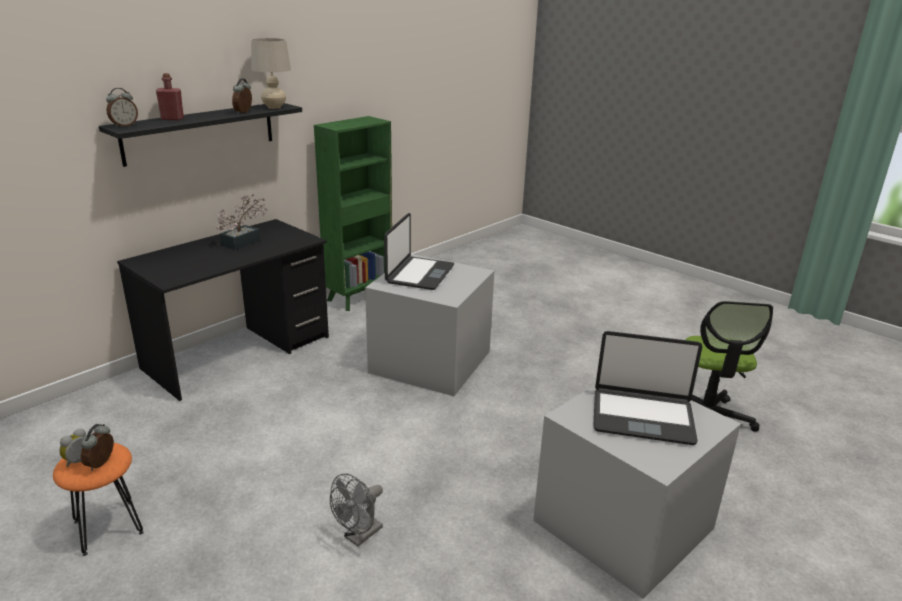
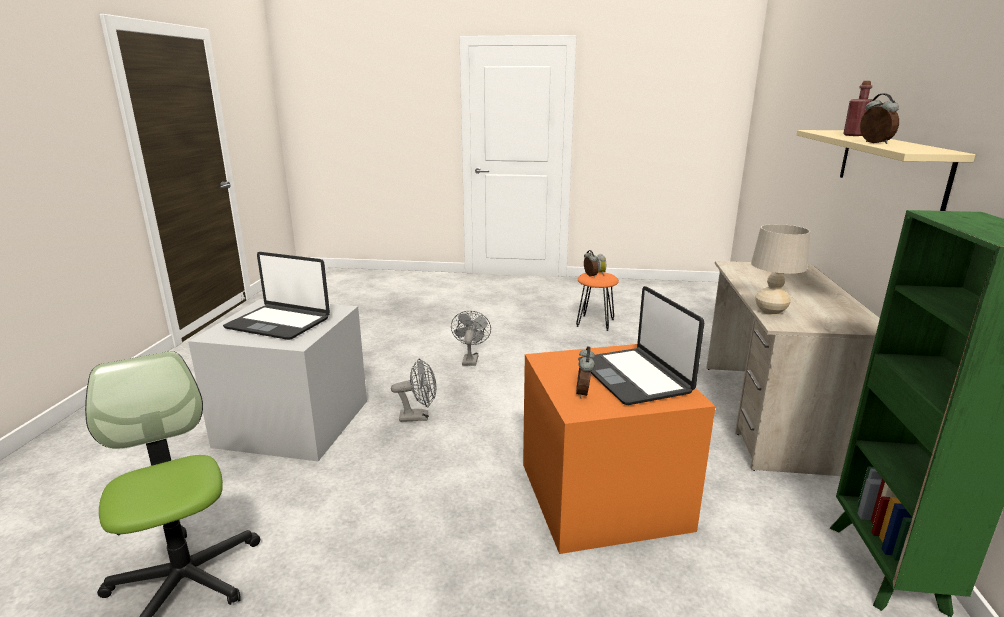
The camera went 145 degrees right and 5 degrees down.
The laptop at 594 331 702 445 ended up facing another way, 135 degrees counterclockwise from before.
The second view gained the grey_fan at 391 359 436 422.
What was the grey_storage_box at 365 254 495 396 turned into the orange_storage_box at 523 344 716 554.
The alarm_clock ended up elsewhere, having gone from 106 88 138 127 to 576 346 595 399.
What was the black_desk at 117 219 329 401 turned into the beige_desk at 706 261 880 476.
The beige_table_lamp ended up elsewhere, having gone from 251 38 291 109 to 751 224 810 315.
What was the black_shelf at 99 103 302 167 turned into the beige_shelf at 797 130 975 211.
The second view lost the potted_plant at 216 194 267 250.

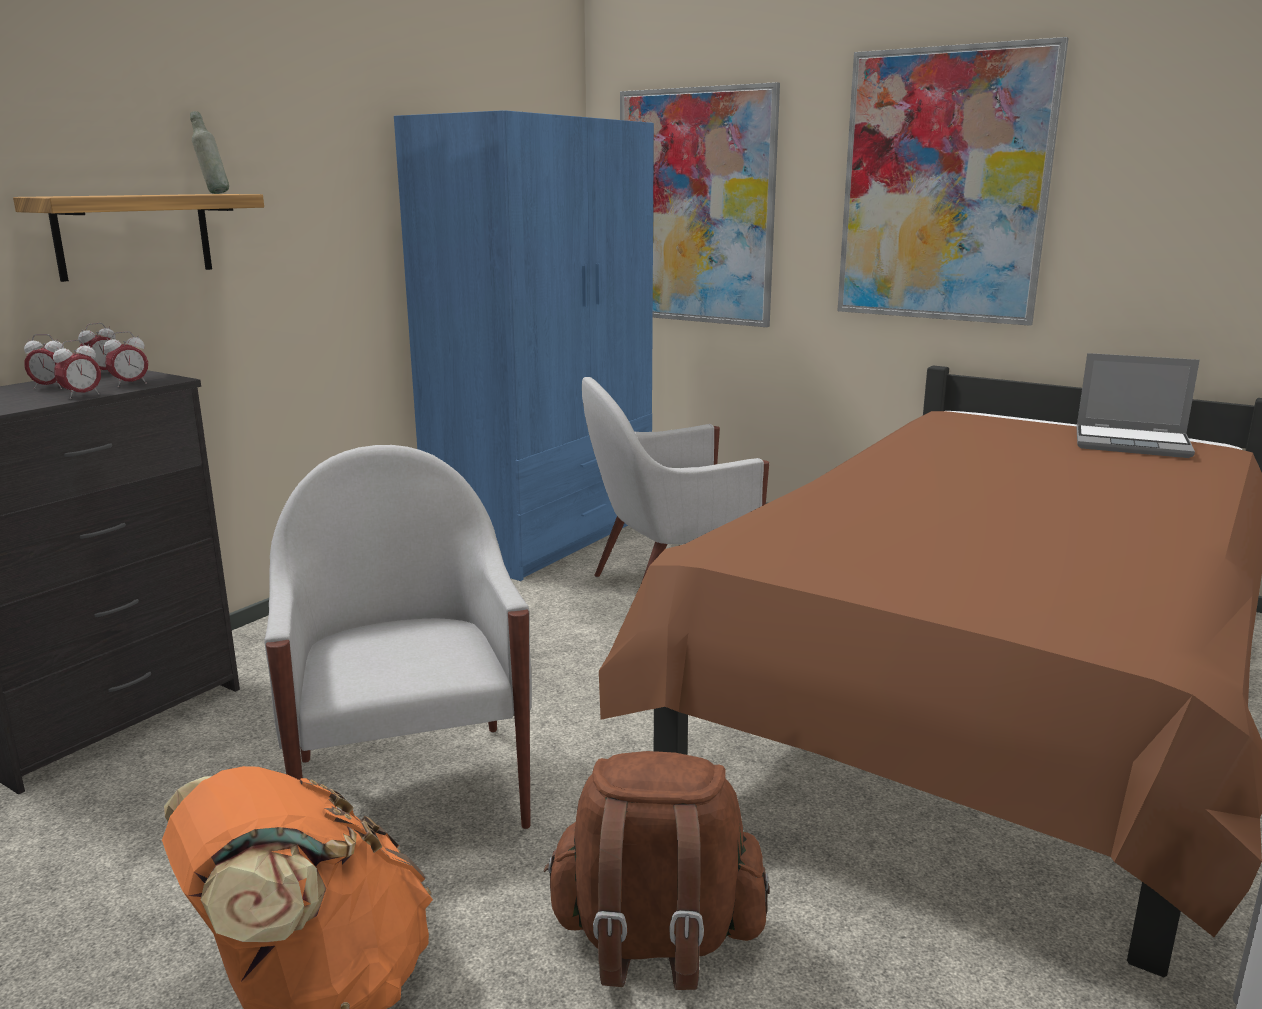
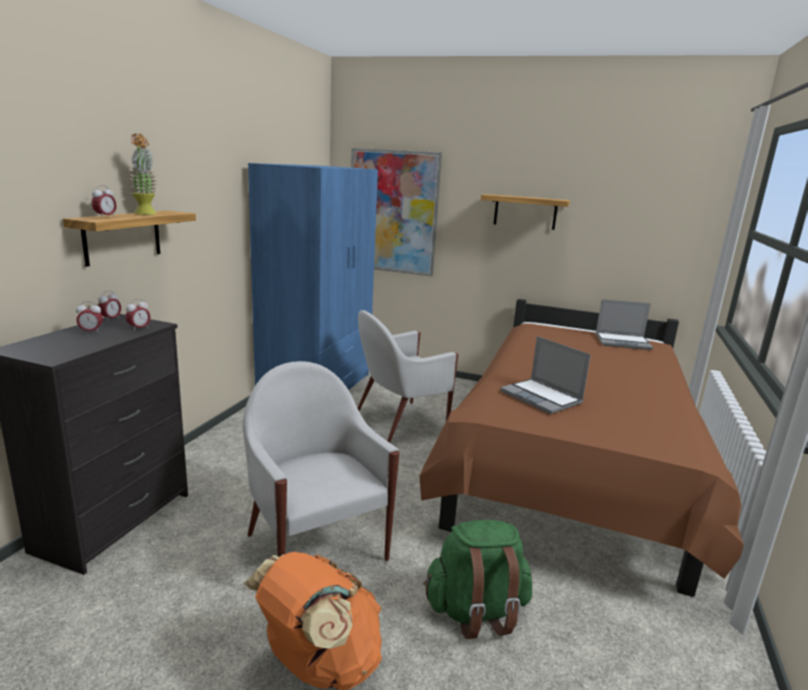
The camera went 15 degrees left and 0 degrees up.
The alarm_clock ended up elsewhere, having gone from 53 340 101 399 to 92 186 117 218.
The second view gained the potted_plant at 128 134 157 215.
What was the brown_backpack at 544 751 769 990 turned into the green_backpack at 423 520 532 639.
Where the picture hung at 838 37 1068 326, the shelf came to hang at 481 194 570 230.
The second view gained the laptop at 500 336 591 414.
The second view lost the grey_bottle at 190 111 229 194.

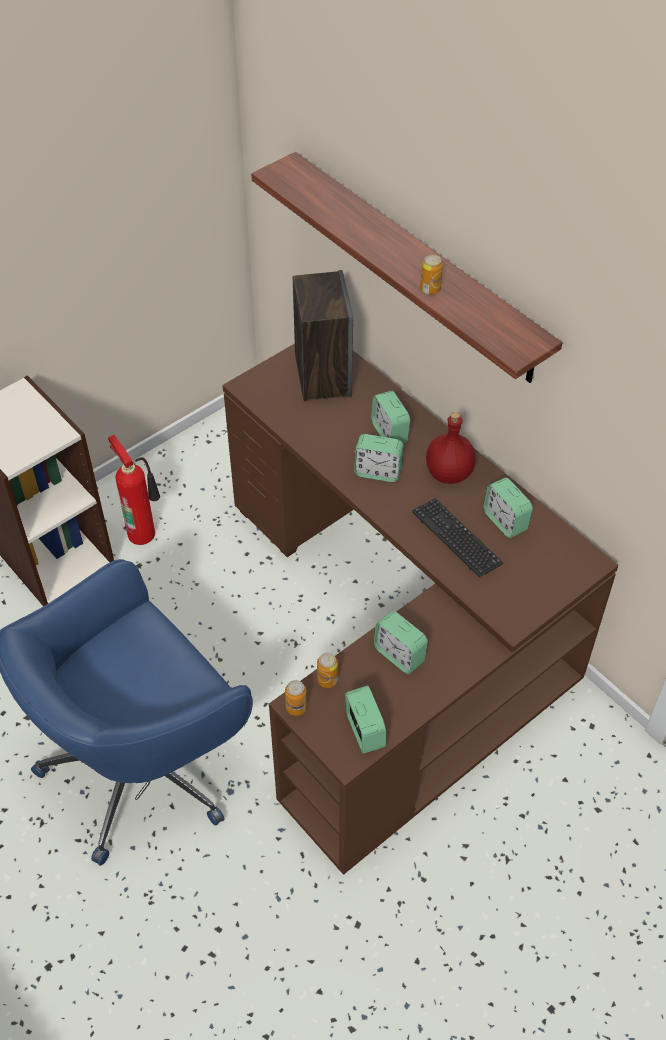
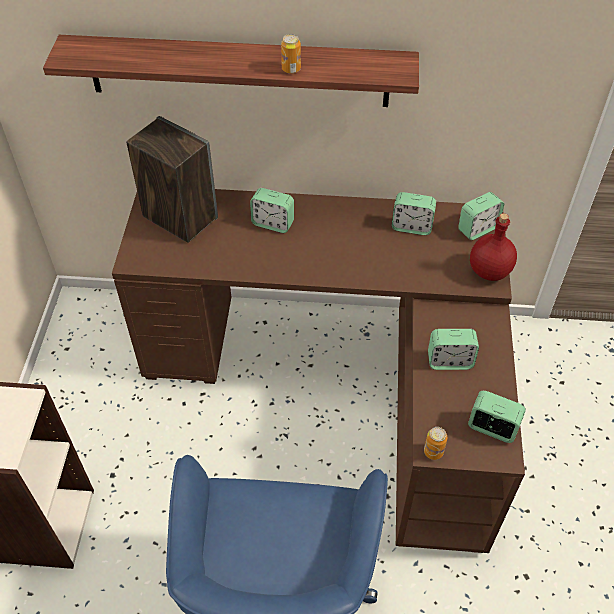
The camera went 45 degrees left and 0 degrees up.
The alarm_clock ended up elsewhere, having gone from 354 434 404 482 to 458 192 504 240.
The red_bottle ended up elsewhere, having gone from 426 412 475 484 to 470 213 517 281.
The second view lost the fire_extinguisher at 108 435 160 545.
The second view lost the can at 317 653 338 688.
The second view lost the keyboard at 412 498 504 577.

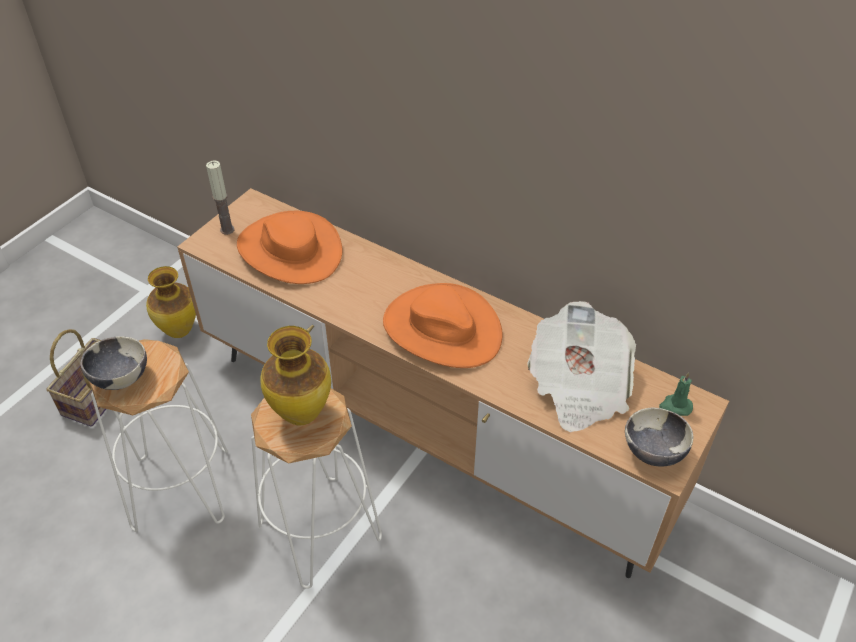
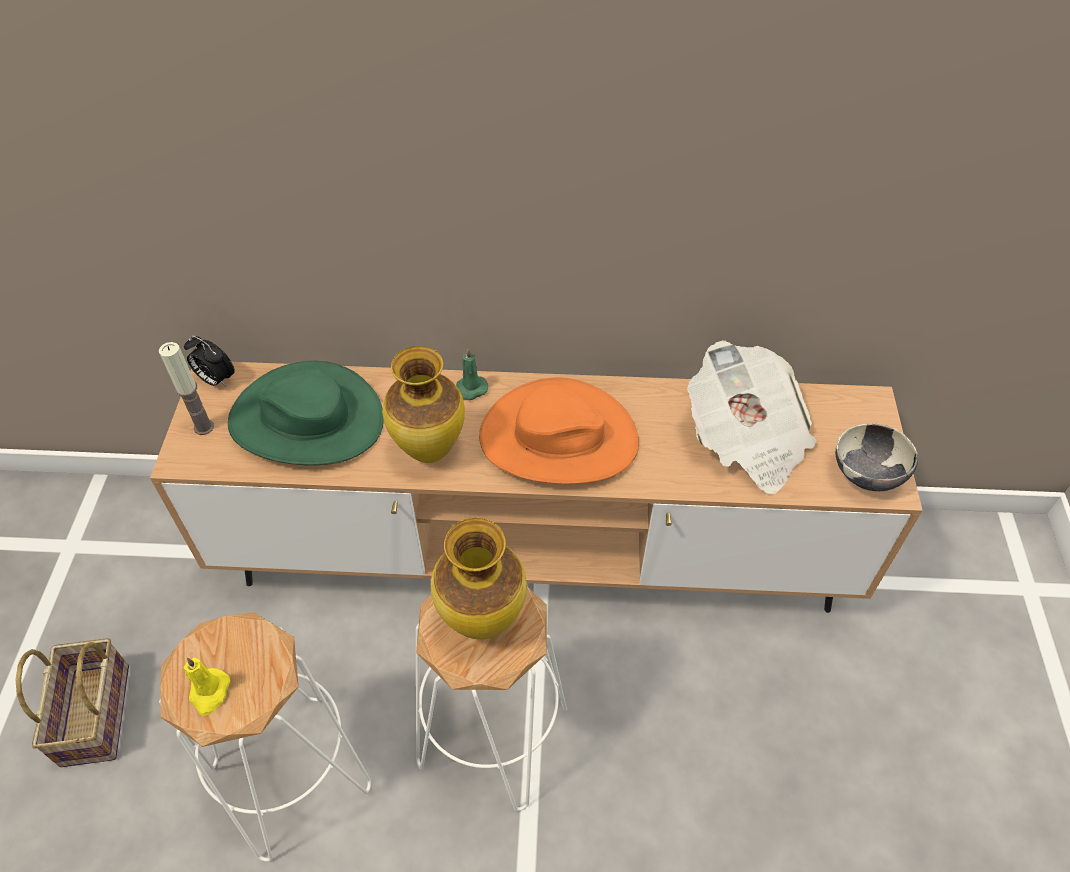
The camera went 30 degrees left and 5 degrees up.
The second view gained the alarm_clock at 184 335 235 388.
Where the bowl stood at 80 336 147 390, the yellow_candle came to stand at 184 657 230 716.
What was the orange_hat at 237 211 343 284 turned into the green_hat at 228 361 384 466.
The vase ended up elsewhere, having gone from 146 266 196 338 to 382 346 465 463.
The green_candle ended up elsewhere, having gone from 659 373 693 416 to 456 348 488 400.

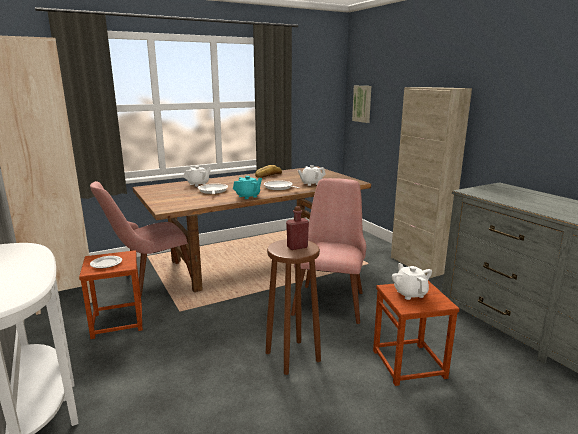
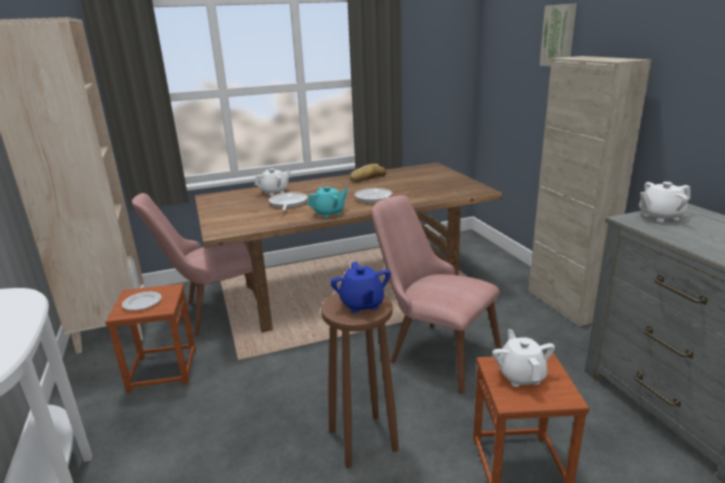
The camera went 10 degrees right and 5 degrees up.
Where the red_bottle stood at 286 206 309 250, the blue_teapot came to stand at 330 262 391 313.
The pink_chair at 291 178 366 324 ended up facing another way, 75 degrees counterclockwise from before.
The picture ended up elsewhere, having gone from 352 86 371 123 to 540 4 577 67.
The white_teapot ended up elsewhere, having gone from 298 165 326 186 to 639 182 691 222.

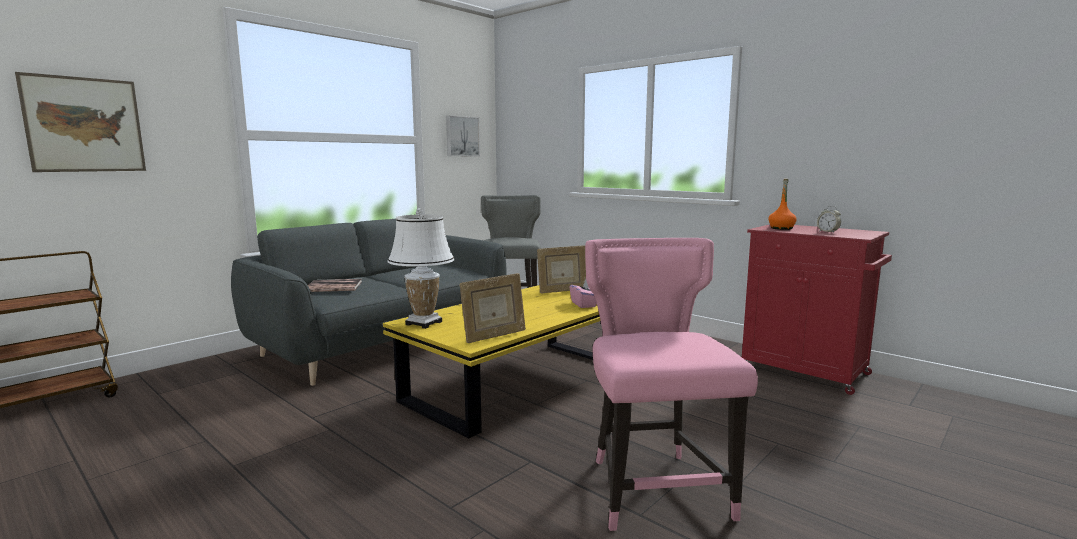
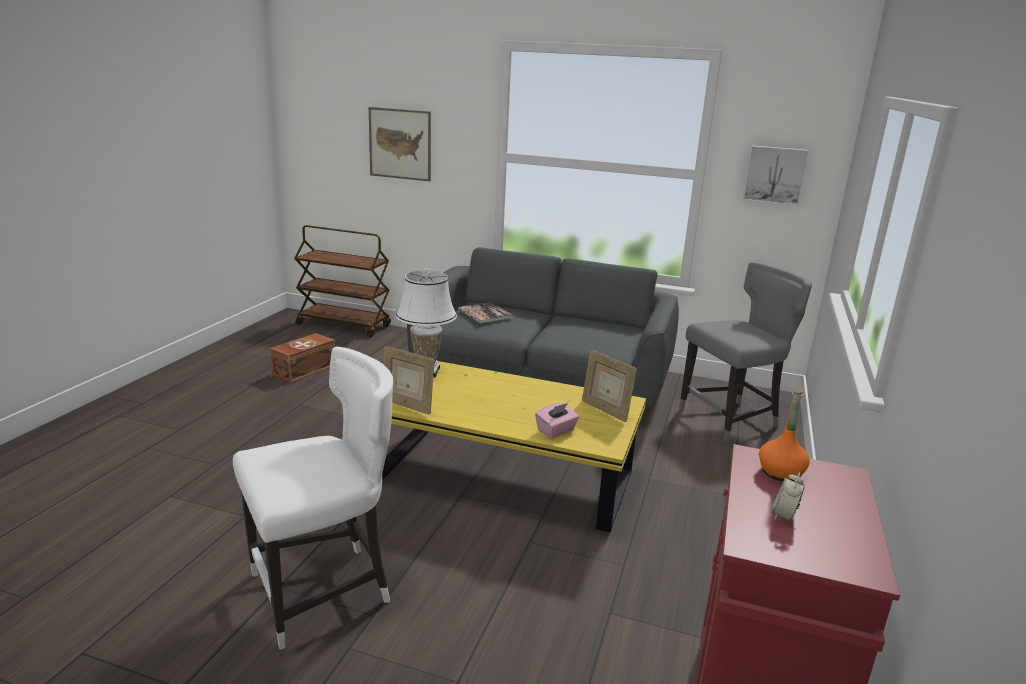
The camera went 65 degrees right and 10 degrees up.
What was the pink_chair at 585 238 758 531 turned into the white_chair at 233 347 393 650.
The second view gained the brown_storage_box at 270 333 335 383.

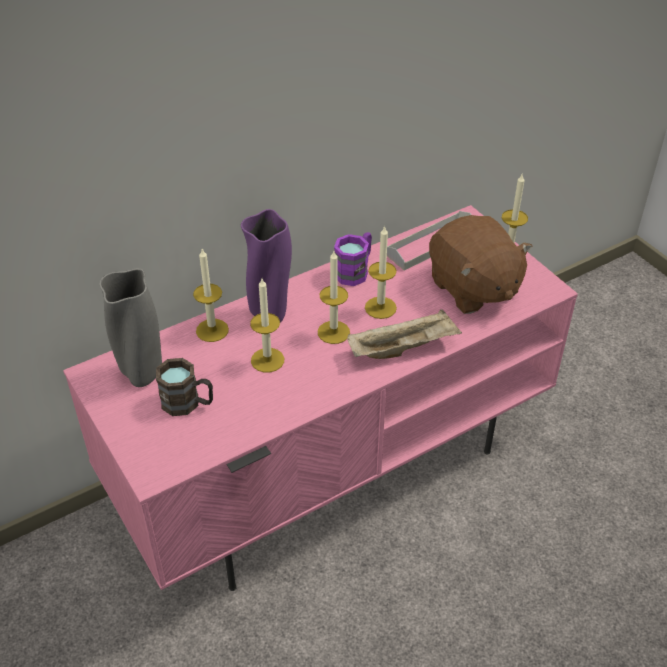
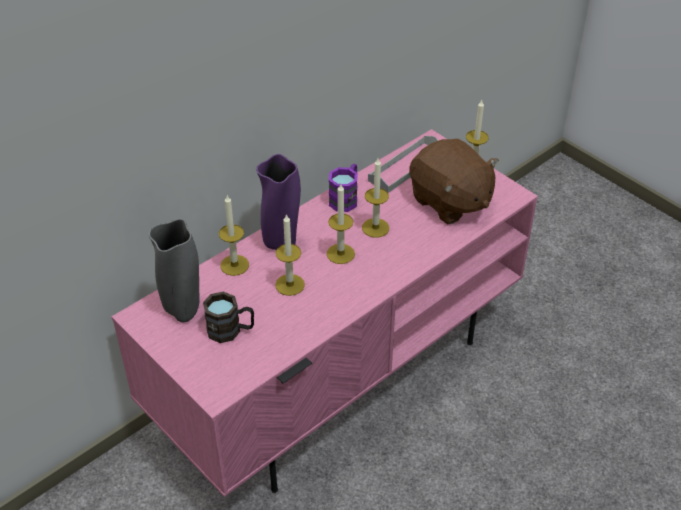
The camera went 10 degrees left and 0 degrees up.
The second view lost the beige_tray at 347 309 462 359.

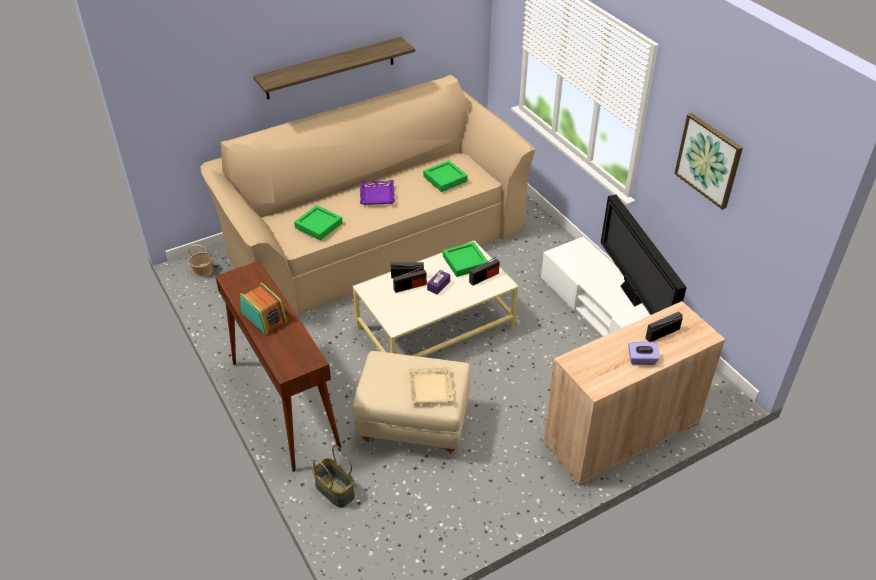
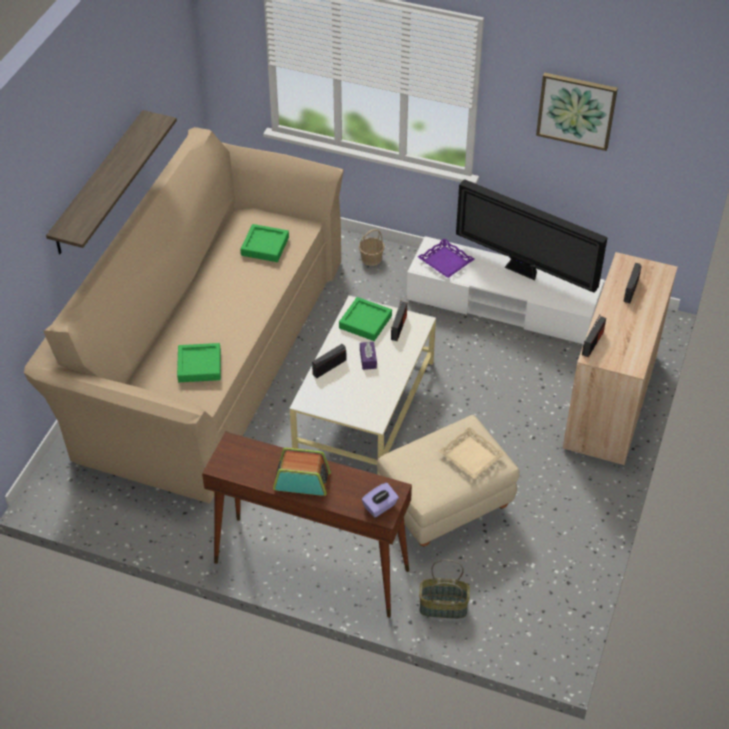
The camera went 40 degrees left and 5 degrees up.
The basket ended up elsewhere, having gone from 188 245 213 277 to 359 229 385 266.
The purple_tissue_box ended up elsewhere, having gone from 628 341 660 365 to 362 483 399 518.
The purple_tray ended up elsewhere, having gone from 360 180 395 205 to 418 239 475 278.
The radio ended up elsewhere, having gone from 393 267 427 293 to 582 314 606 357.

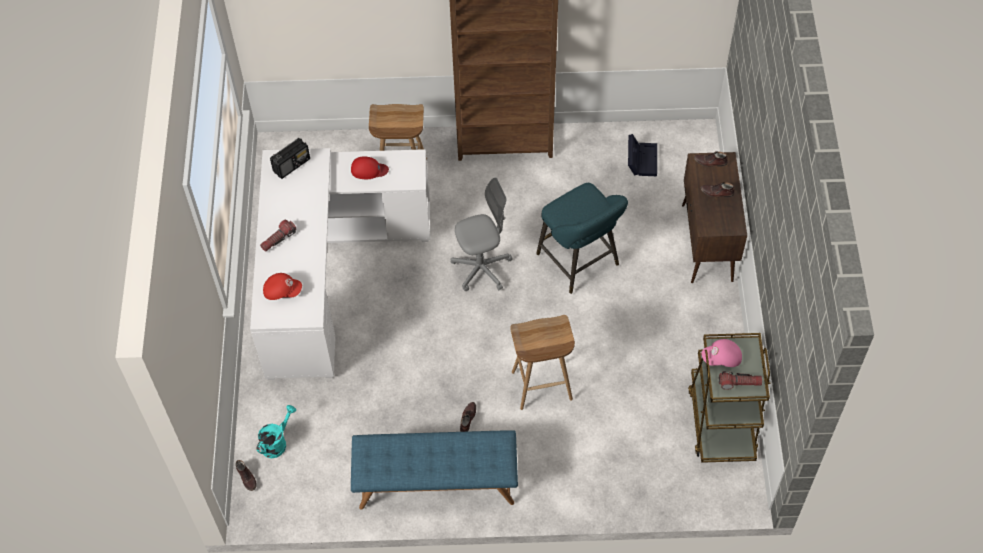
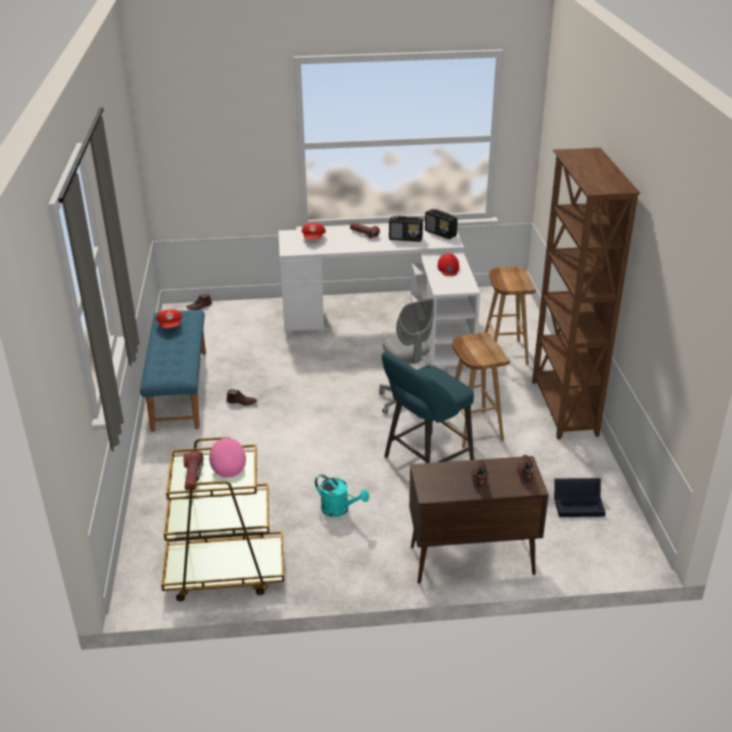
The camera went 85 degrees right and 25 degrees down.
The second view gained the red_cap at 156 309 182 328.
The turquoise_watering_can ended up elsewhere, having gone from 257 405 296 458 to 315 474 369 517.
The second view gained the radio at 389 216 423 242.
The brown_stool ended up elsewhere, having gone from 510 315 575 410 to 452 332 510 448.

